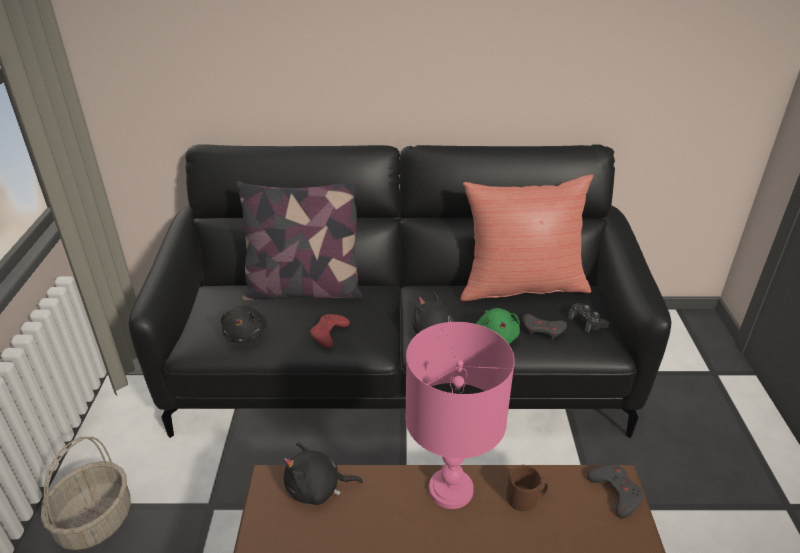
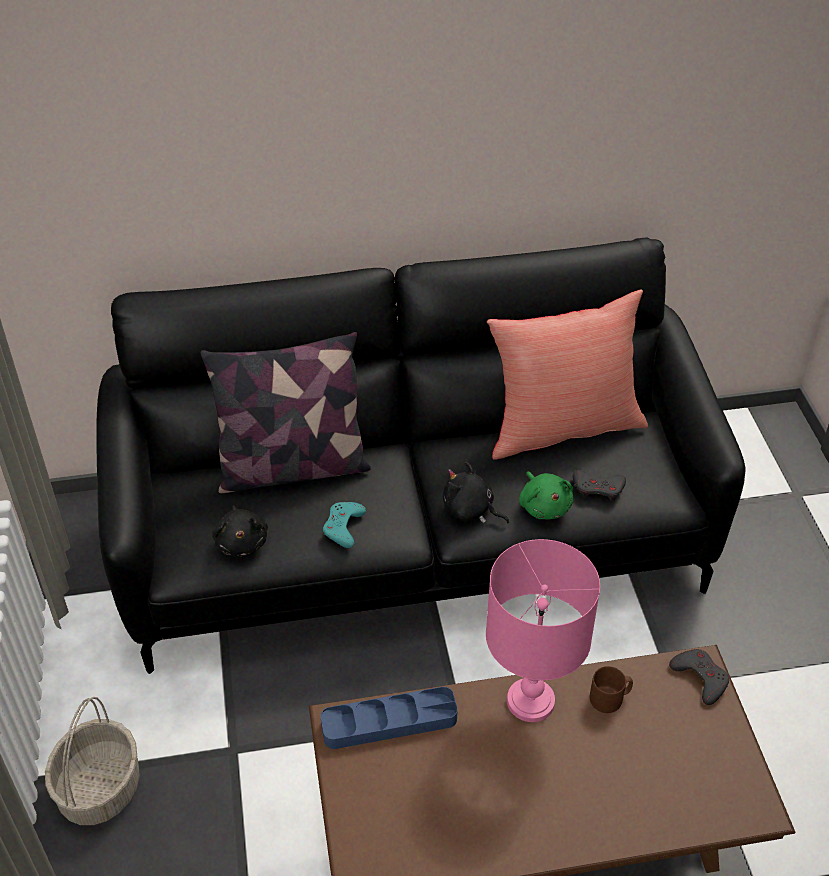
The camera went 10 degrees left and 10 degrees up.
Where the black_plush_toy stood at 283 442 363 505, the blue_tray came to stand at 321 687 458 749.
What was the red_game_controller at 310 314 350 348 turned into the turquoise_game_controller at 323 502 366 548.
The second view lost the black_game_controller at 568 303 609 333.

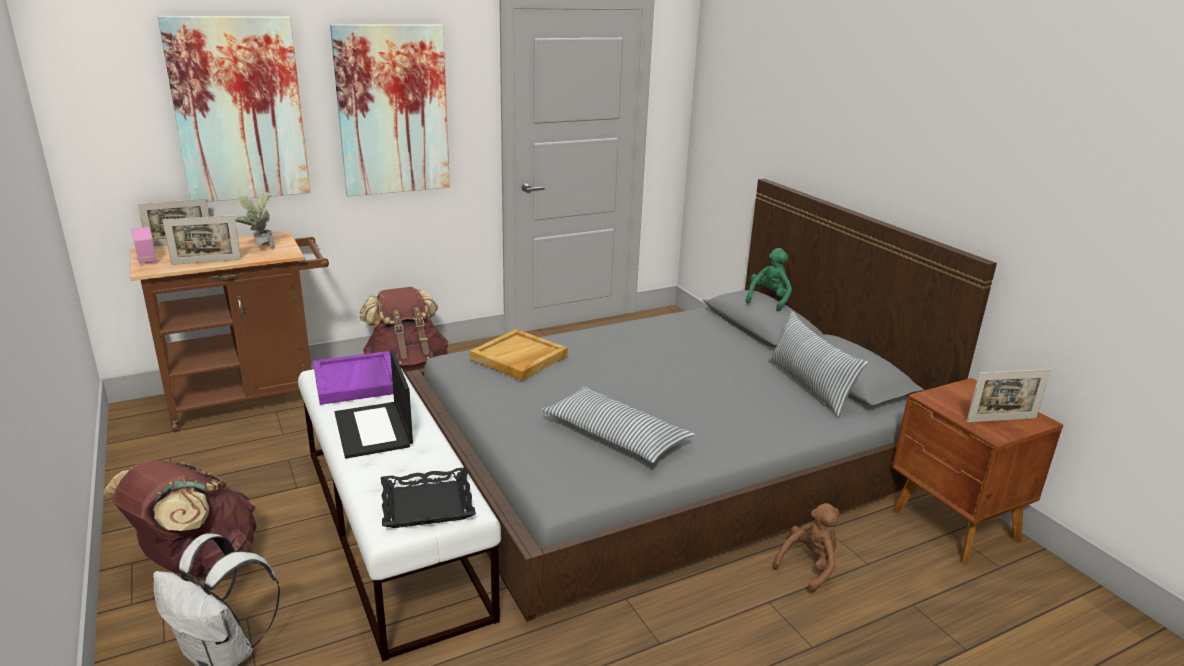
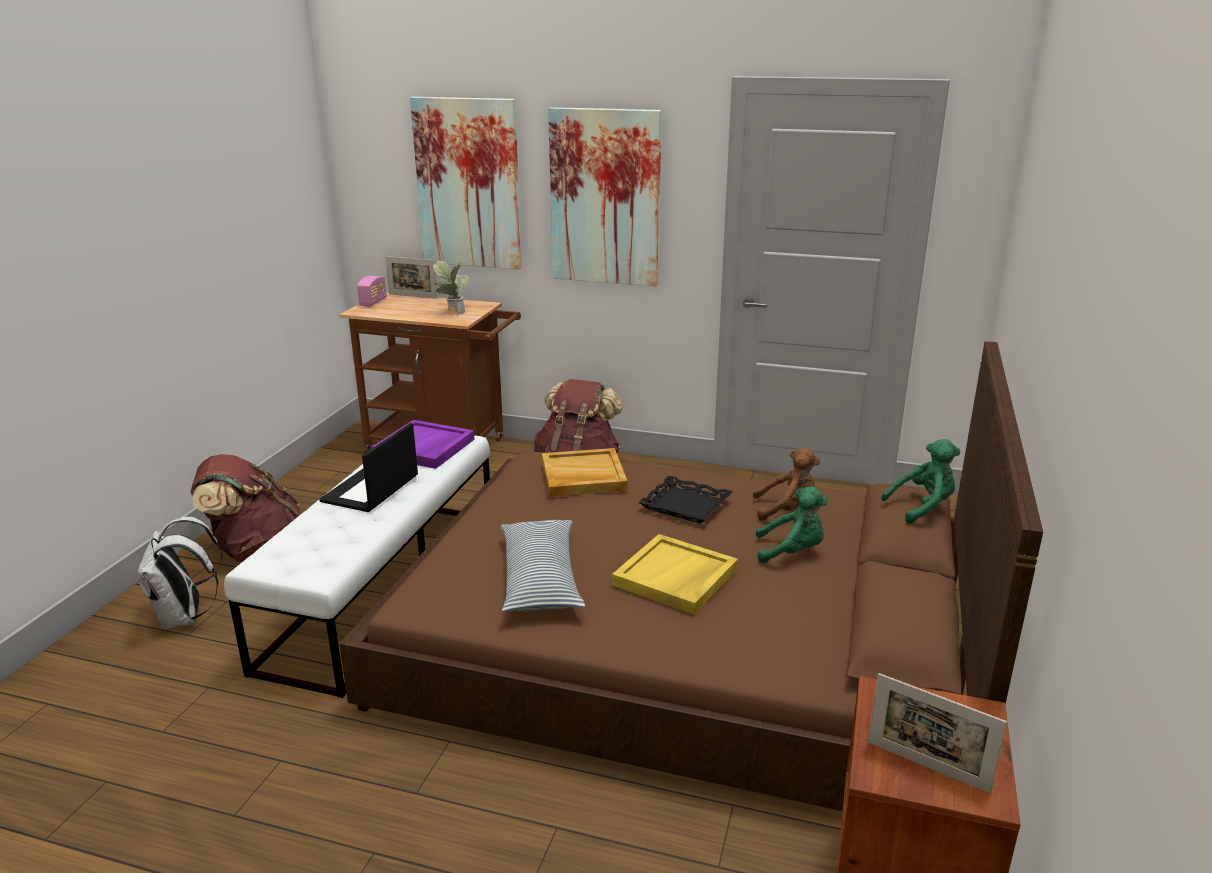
The camera went 45 degrees right and 0 degrees up.
What was the grey_bed at 405 179 997 622 turned into the brown_bed at 339 341 1043 811.
The second view gained the yellow_tray at 612 534 738 615.
The black_tray ended up elsewhere, having gone from 381 467 476 528 to 638 476 732 523.
The brown_plush_toy ended up elsewhere, having gone from 772 503 839 593 to 753 448 820 521.
The second view gained the green_plush_toy at 756 486 828 563.
The second view lost the picture_frame at 163 215 241 265.
The second view lost the pillow at 768 311 868 418.

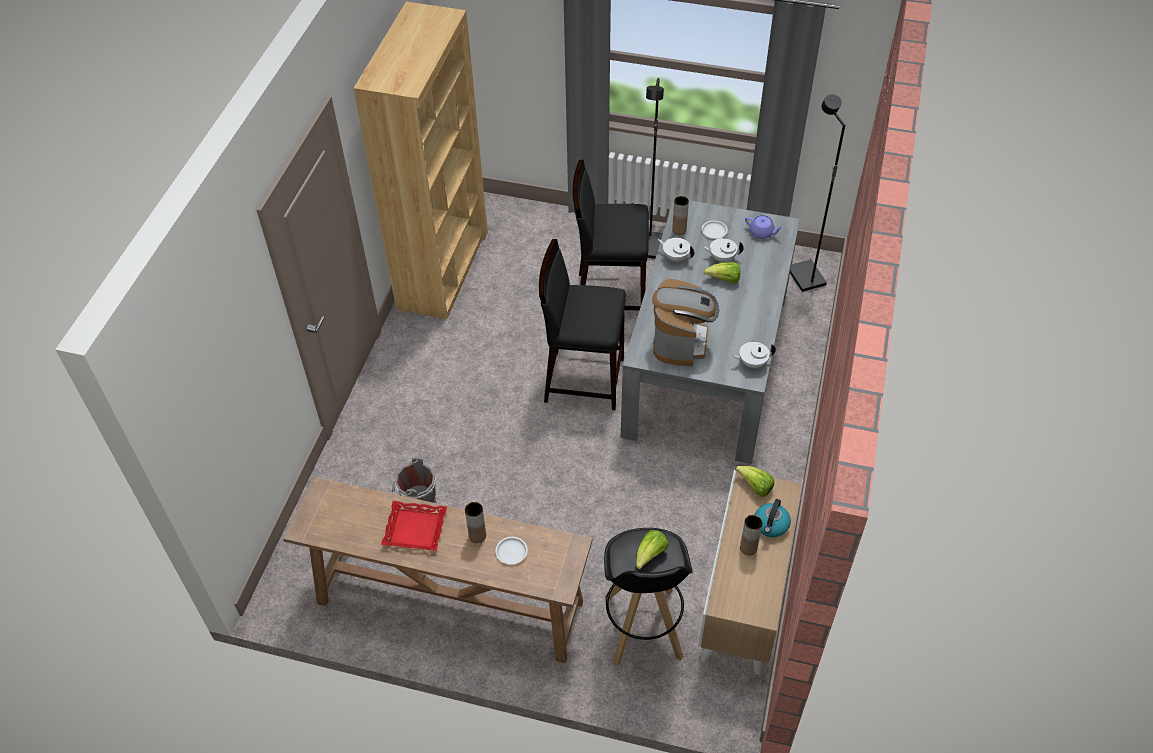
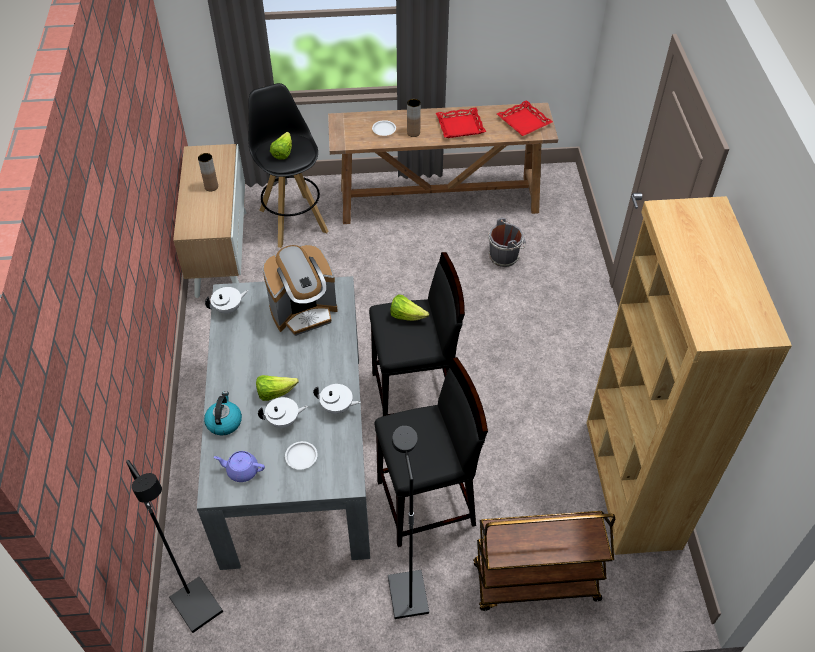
The camera went 160 degrees right and 0 degrees up.
The kettle ended up elsewhere, having gone from 755 499 791 537 to 204 391 242 435.
The coffee_machine at 652 279 719 366 ended up facing another way, 105 degrees counterclockwise from before.
The lettuce ended up elsewhere, having gone from 736 466 774 497 to 390 295 429 321.
The second view gained the brown_cart at 473 511 615 611.
The second view gained the red_tray at 497 100 553 136.
The second view lost the brown_vase at 672 196 689 235.

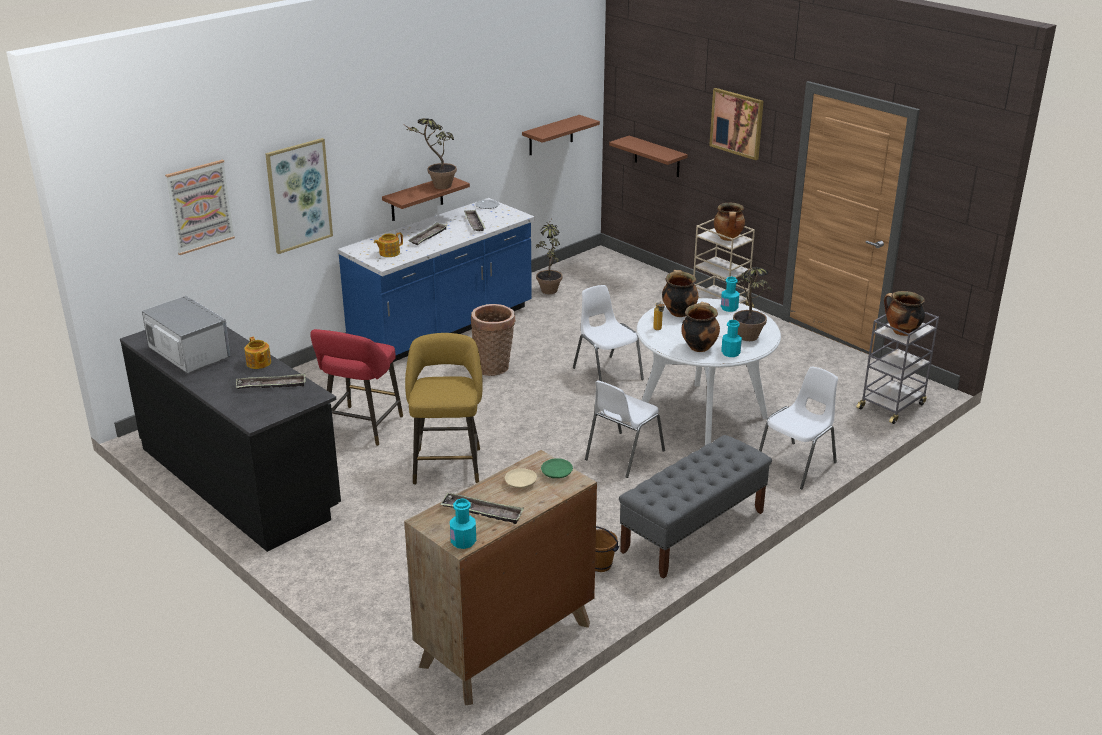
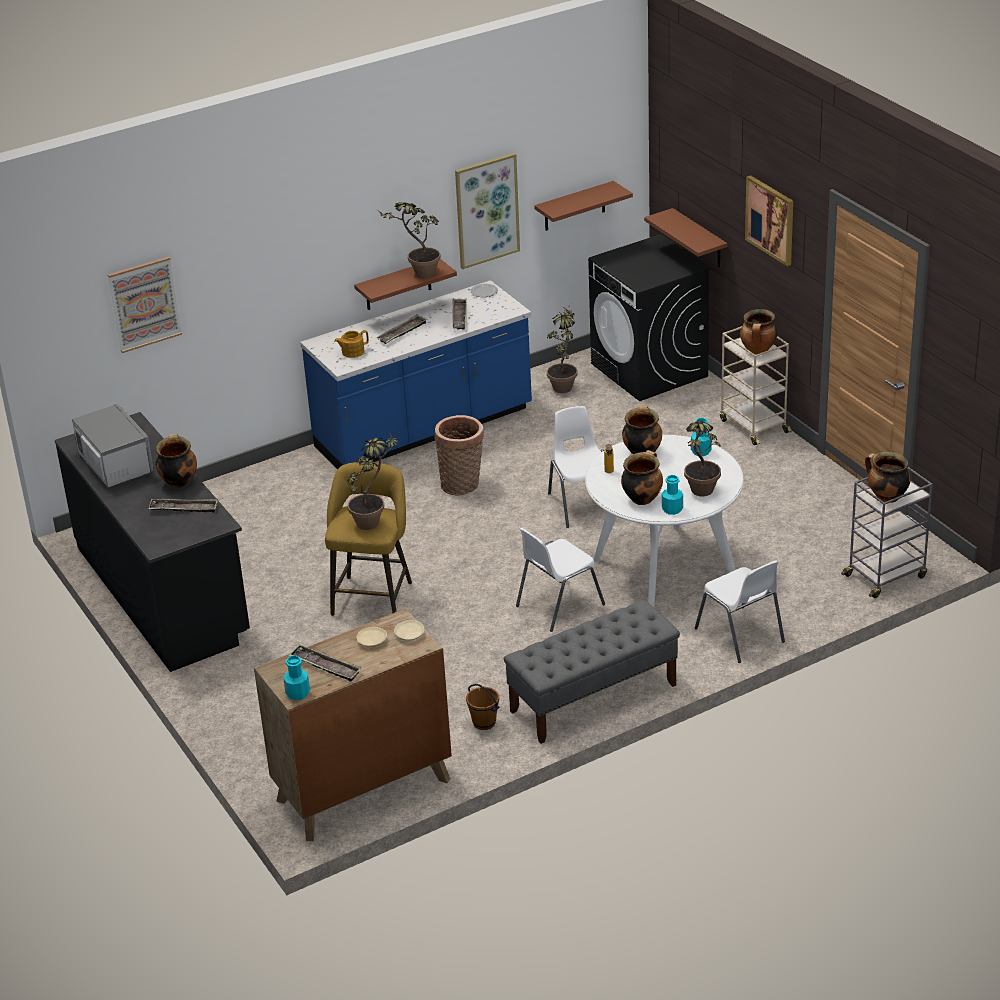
The camera went 15 degrees right and 5 degrees up.
Where the teapot stood at 244 337 271 369, the cooking_pot came to stand at 156 434 197 488.
The second view gained the potted_plant at 348 432 399 530.
What was the green_plate at 541 458 573 478 turned into the beige_plate at 394 620 424 641.
The picture ended up elsewhere, having gone from 265 138 333 254 to 455 153 520 269.
The second view gained the black_washing_machine at 588 234 712 401.
The white_chair at 759 367 838 489 ended up facing another way, 90 degrees clockwise from before.
The second view lost the red_stool at 310 329 403 446.

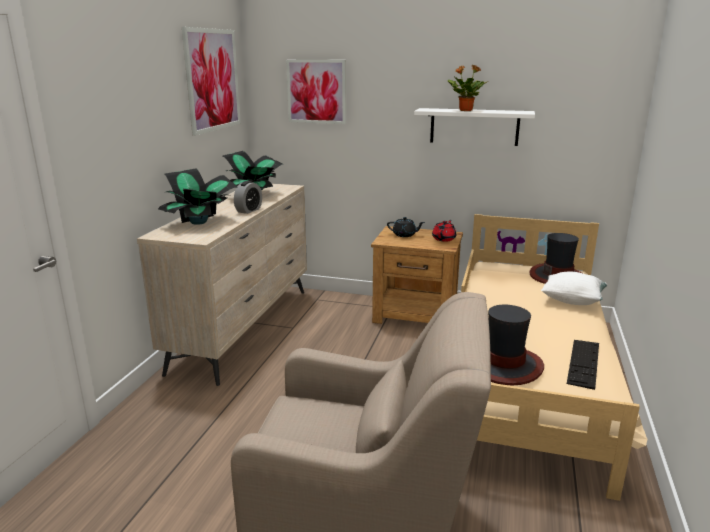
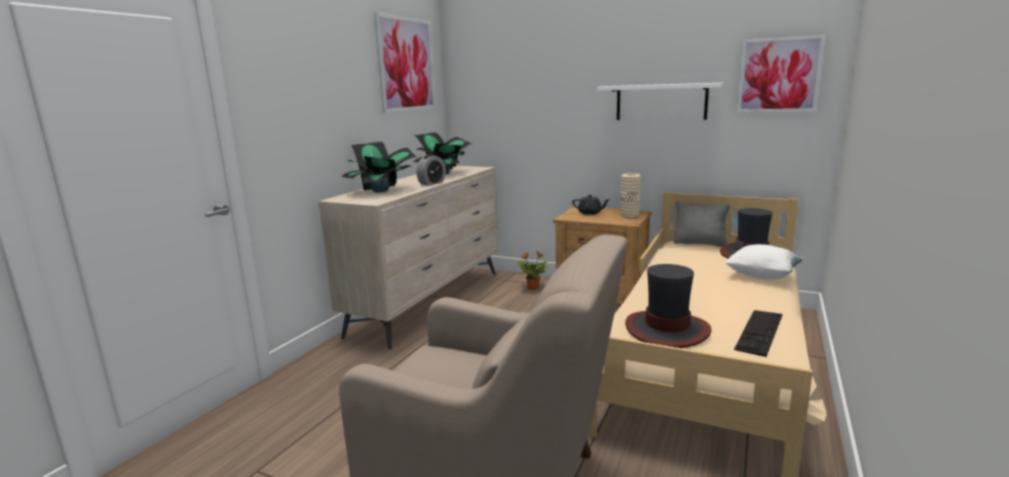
The camera went 10 degrees right and 5 degrees down.
The potted_plant ended up elsewhere, having gone from 448 65 488 111 to 518 251 549 290.
Where the red_teapot stood at 432 220 456 242, the beige_vase came to stand at 621 173 641 218.
The second view gained the grey_pillow at 674 201 730 247.
The picture ended up elsewhere, having gone from 286 60 346 124 to 737 35 825 112.

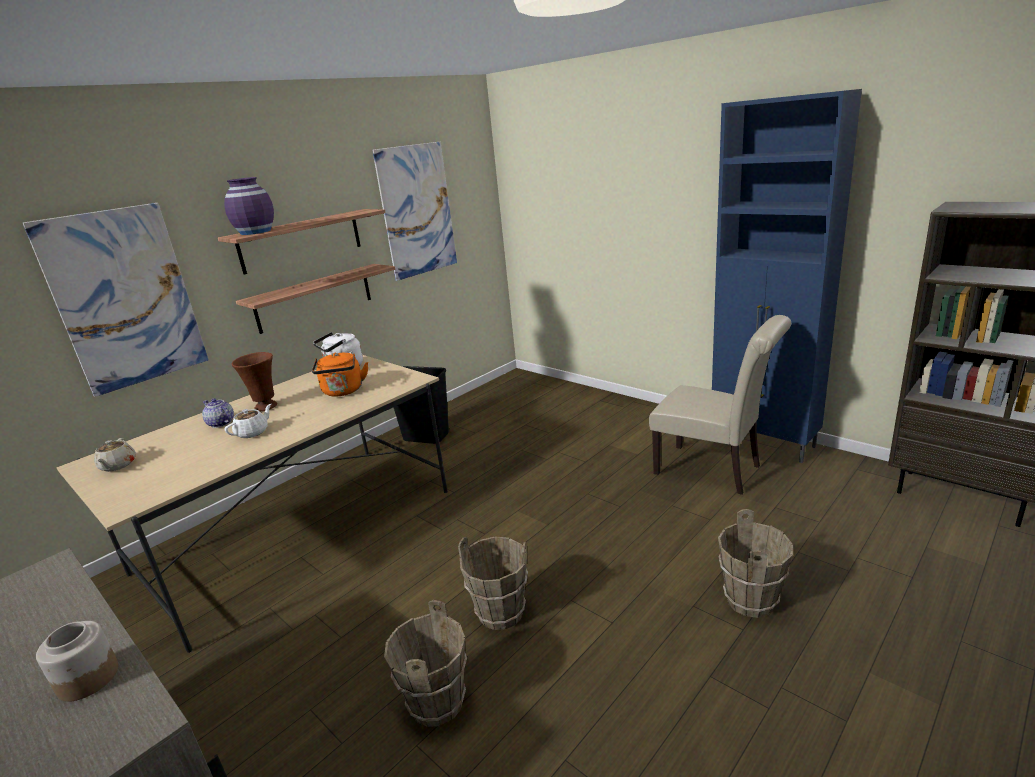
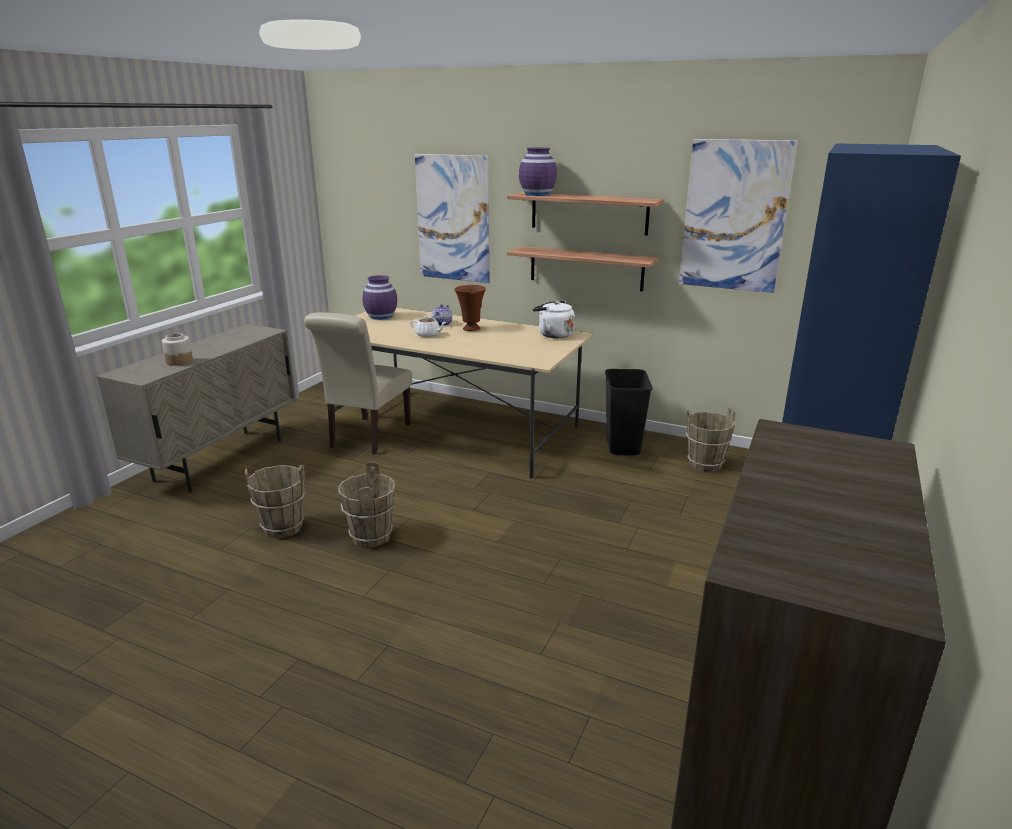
The camera went 70 degrees right and 0 degrees up.
The beige_chair ended up elsewhere, having gone from 649 315 791 495 to 304 312 412 455.
Where the beige_teapot stood at 94 438 136 472, the purple_vase came to stand at 362 275 397 320.
The brown_bucket ended up elsewhere, having gone from 718 509 793 618 to 686 407 735 472.
The second view lost the orange_kettle at 312 352 368 397.

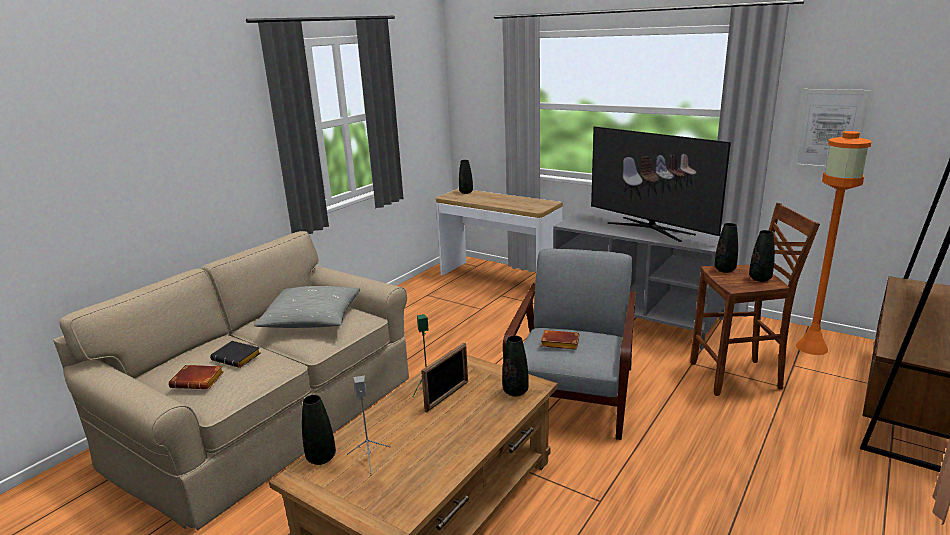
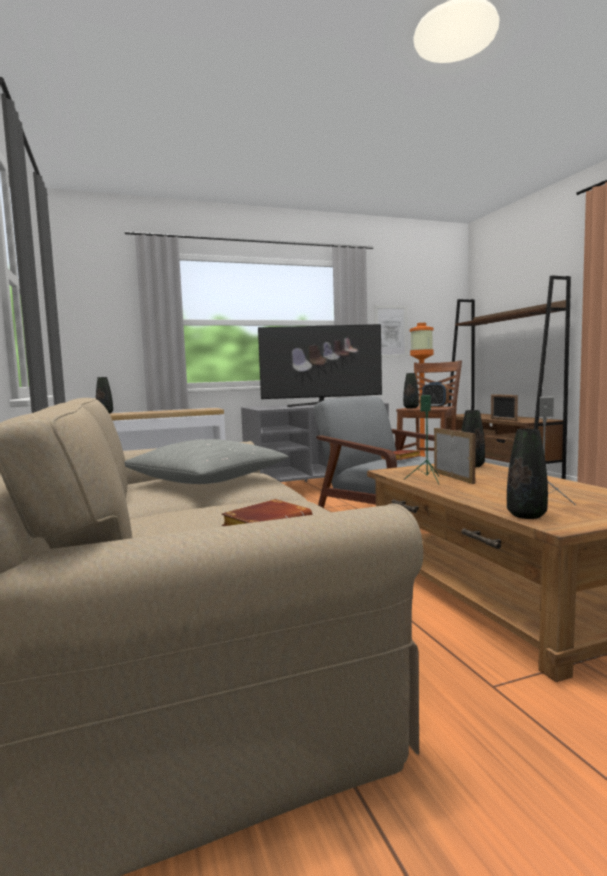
The camera went 55 degrees left and 15 degrees down.
Where the black_vase stood at 749 230 775 282, the alarm_clock came to stand at 422 382 449 407.
The second view gained the picture_frame at 491 394 518 421.
The second view lost the black_book at 210 341 261 368.

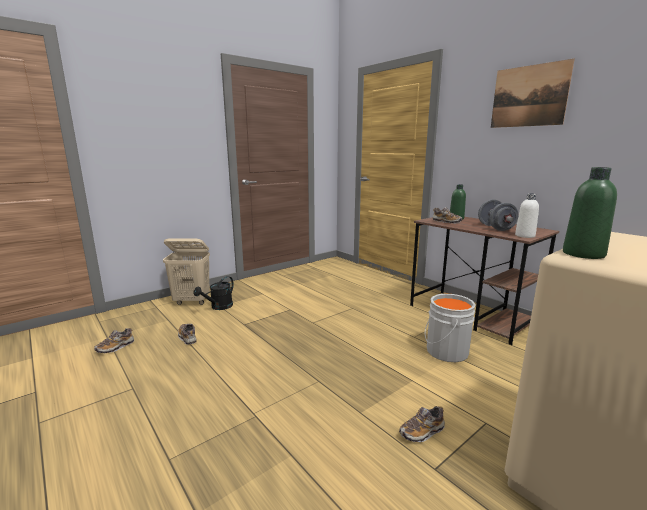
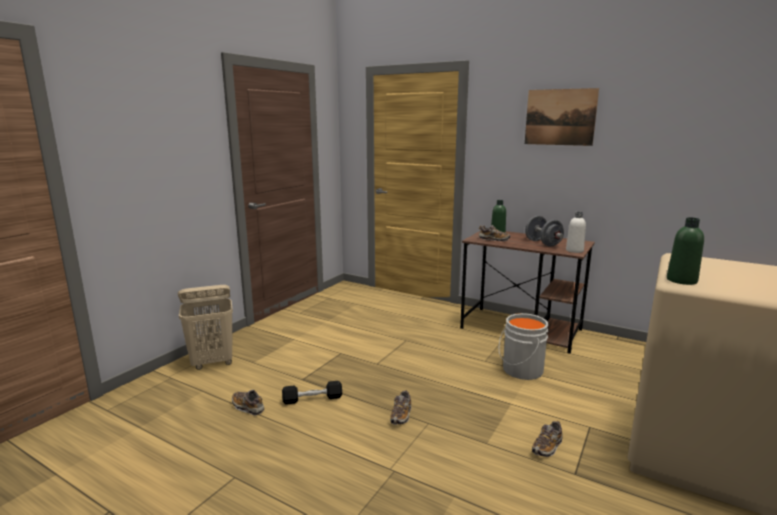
The camera went 20 degrees left and 0 degrees up.
The second view gained the black_dumbbell at 282 381 342 405.
The shoe ended up elsewhere, having gone from 94 328 134 353 to 390 390 411 425.
The second view lost the black_watering_can at 194 276 234 310.

